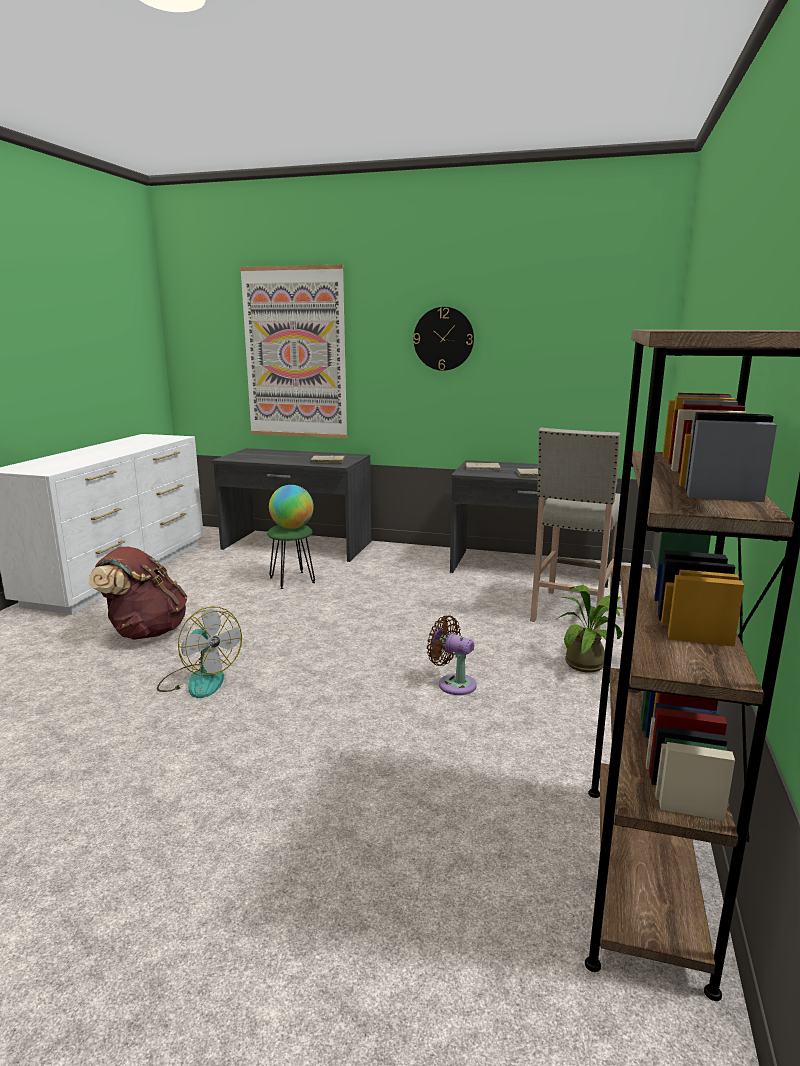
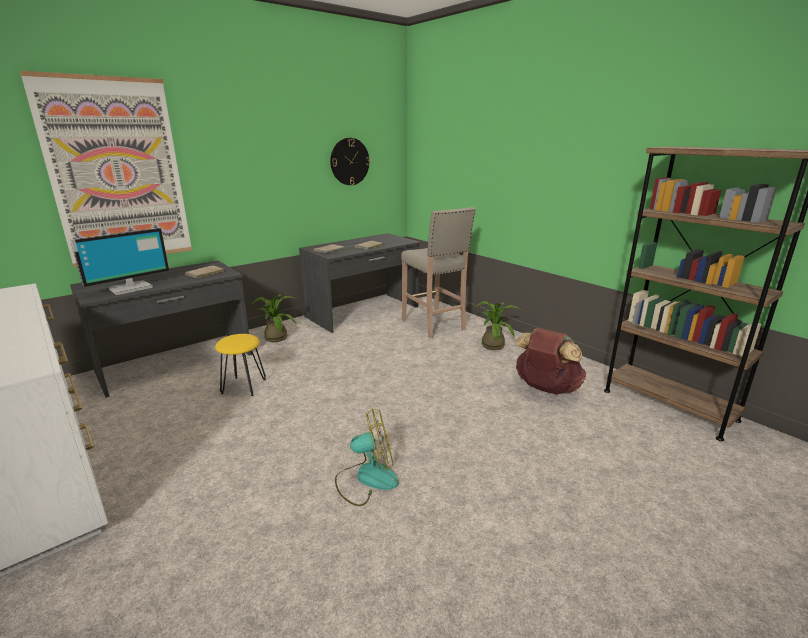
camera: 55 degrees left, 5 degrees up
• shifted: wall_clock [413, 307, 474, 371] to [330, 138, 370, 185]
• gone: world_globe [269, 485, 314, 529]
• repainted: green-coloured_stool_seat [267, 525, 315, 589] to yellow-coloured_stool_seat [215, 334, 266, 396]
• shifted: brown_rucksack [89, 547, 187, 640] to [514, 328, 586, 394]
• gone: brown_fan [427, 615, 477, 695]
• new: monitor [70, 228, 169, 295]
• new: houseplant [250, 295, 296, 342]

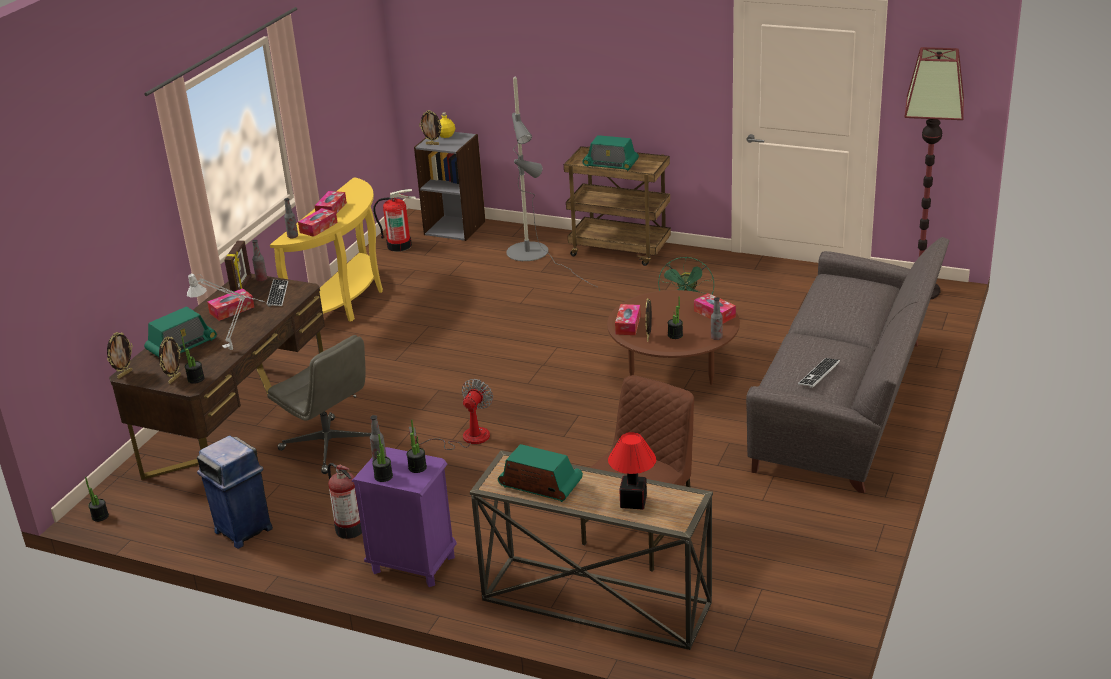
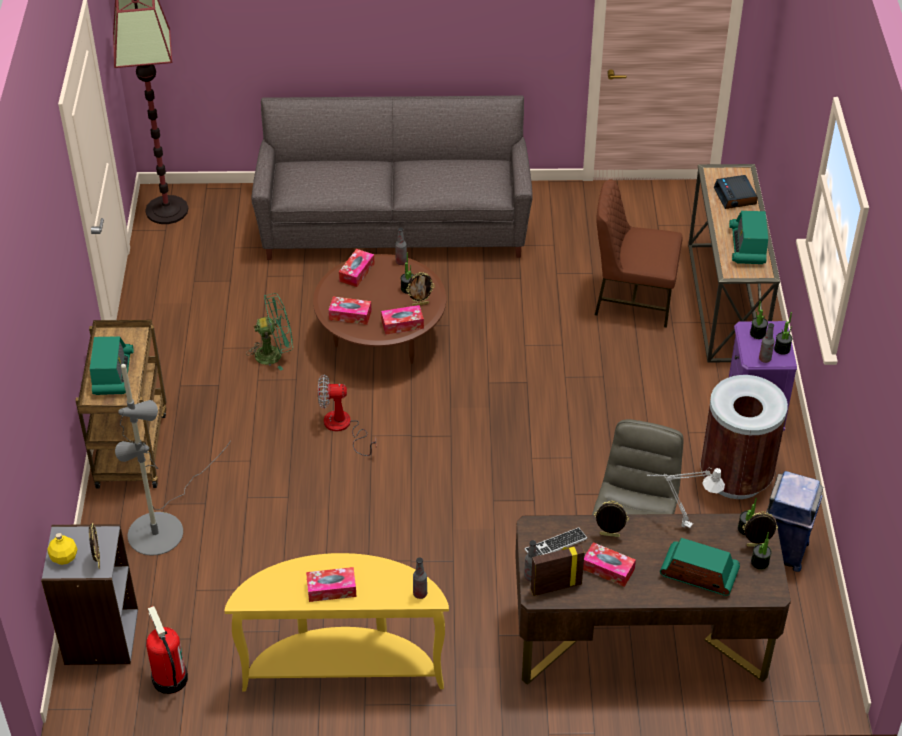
camera: 115 degrees left, 15 degrees up
• shifted: tissue_holder [298, 208, 338, 237] to [328, 297, 372, 325]
• shifted: photo_frame [107, 332, 133, 379] to [594, 500, 629, 537]
• gone: keyboard [798, 358, 840, 388]
• shifted: fan [409, 379, 493, 450] to [318, 375, 376, 456]
• swapped: table_lamp [608, 432, 656, 510] to alarm_clock [714, 175, 758, 209]
• swapped: extinguisher [328, 463, 362, 539] to brown_trash_can [700, 375, 788, 499]
• shifted: houseplant [85, 476, 109, 522] to [751, 532, 772, 569]

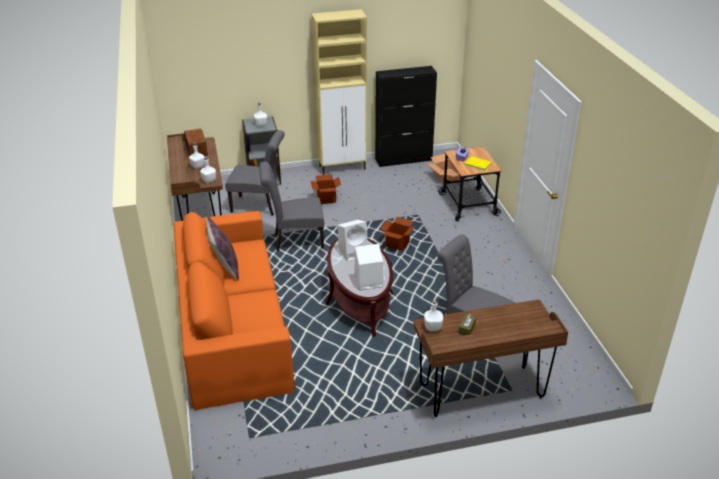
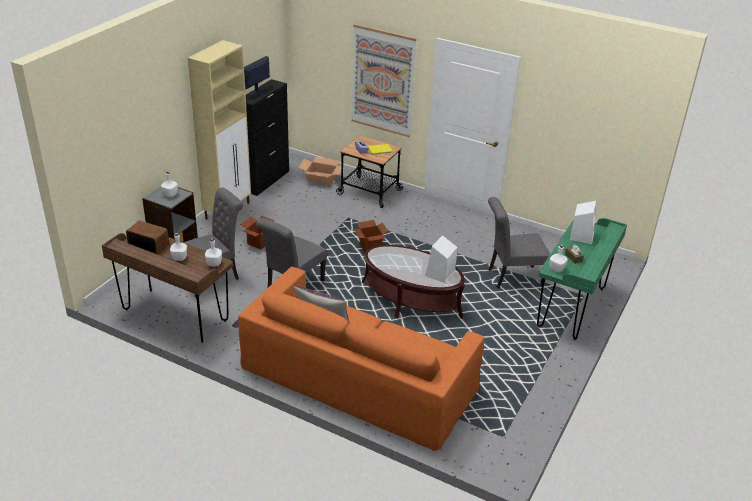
camera: 50 degrees left, 0 degrees up
• shifted: whitish_speaker [338, 220, 368, 261] to [570, 201, 596, 244]
• repainted: brown_desk_unit [413, 300, 568, 417] to green-coloured_desk_unit [537, 218, 627, 340]
• new: wall_picture [351, 24, 416, 137]
• new: monitor [244, 56, 270, 96]

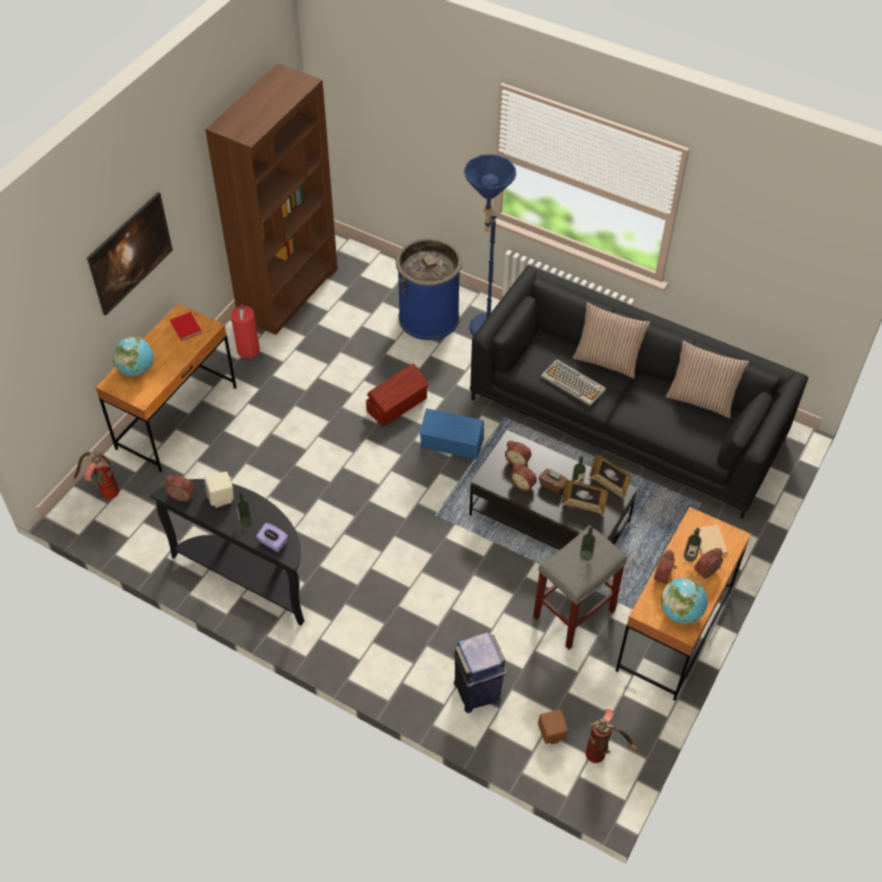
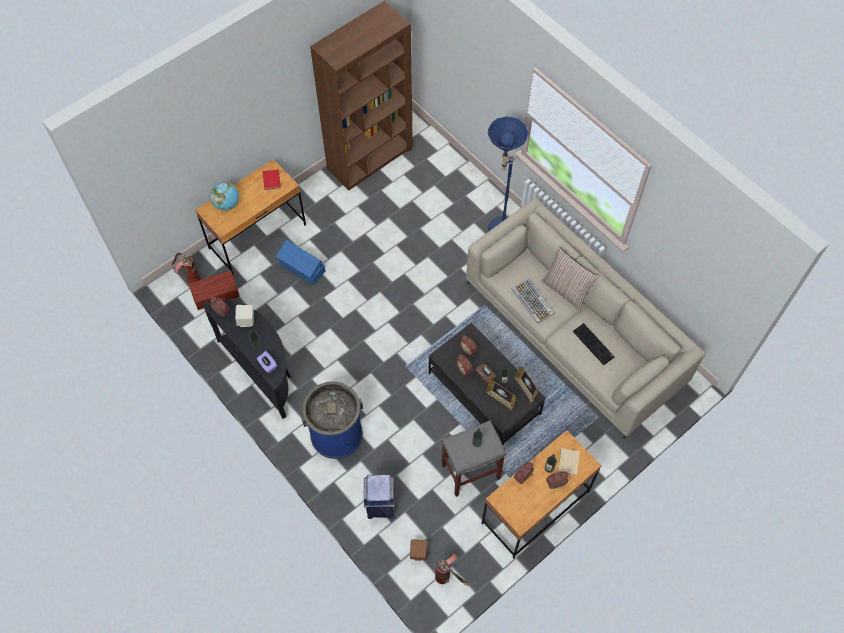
camera: 20 degrees right, 10 degrees up
• gone: wall_picture [87, 192, 173, 316]
• shifted: blue-coloured_trash_can [396, 238, 462, 340] to [301, 382, 363, 459]
• repainted: black_sofa [470, 265, 808, 519] to sand-coloured_sofa [465, 198, 706, 439]
• gone: extinguisher [231, 304, 260, 358]
• gone: throw_pillow [665, 341, 749, 418]
• shifted: brown_storage_container [366, 363, 429, 427] to [189, 270, 240, 310]
• shifted: blue-coloured_storage_container [420, 408, 484, 459] to [276, 240, 325, 285]
• gone: world_globe [661, 578, 708, 624]
• new: keyboard [573, 323, 615, 365]

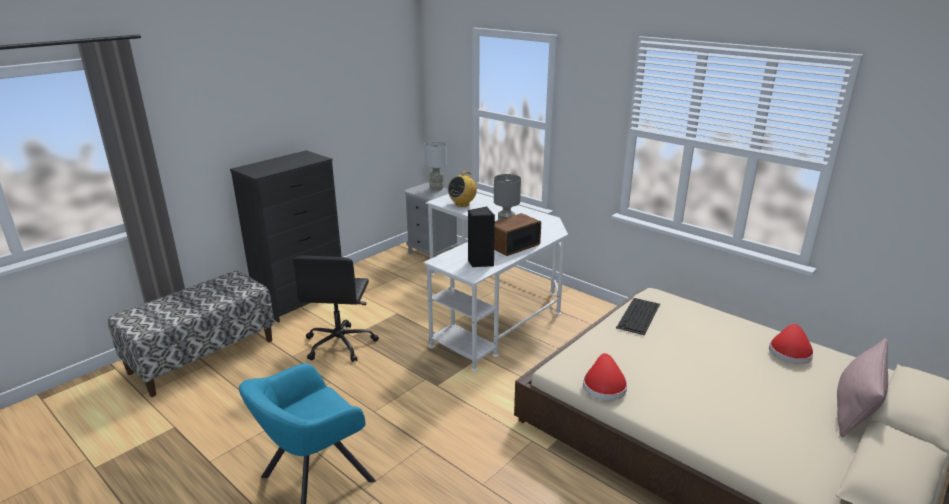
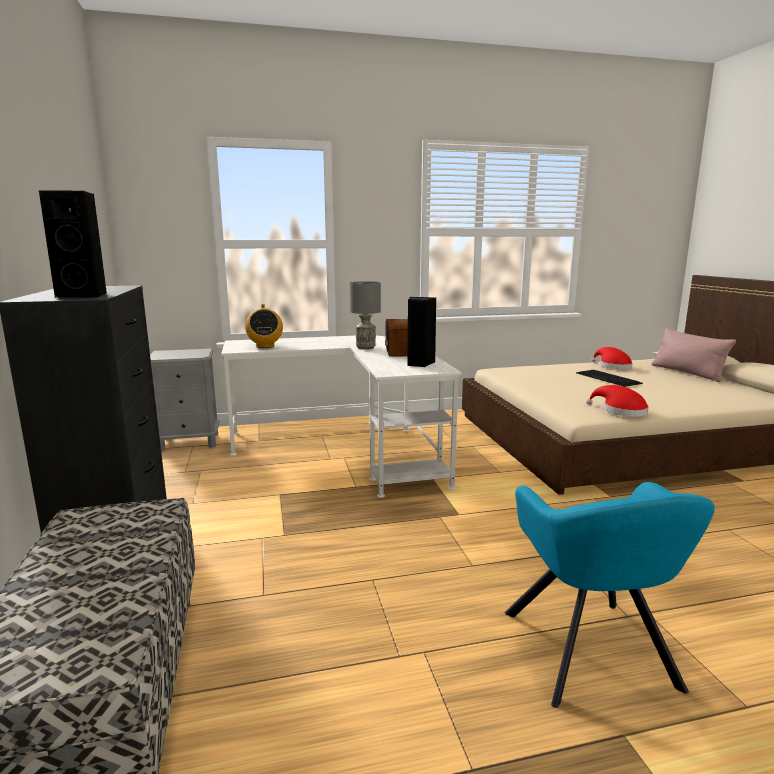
camera: 55 degrees left, 10 degrees down
• gone: gray_table_lamp [424, 141, 447, 191]
• gone: black_desk_chair [293, 256, 379, 362]
• shifted: keyboard [616, 298, 660, 335] to [576, 370, 643, 387]
• new: black_speaker [39, 190, 107, 298]

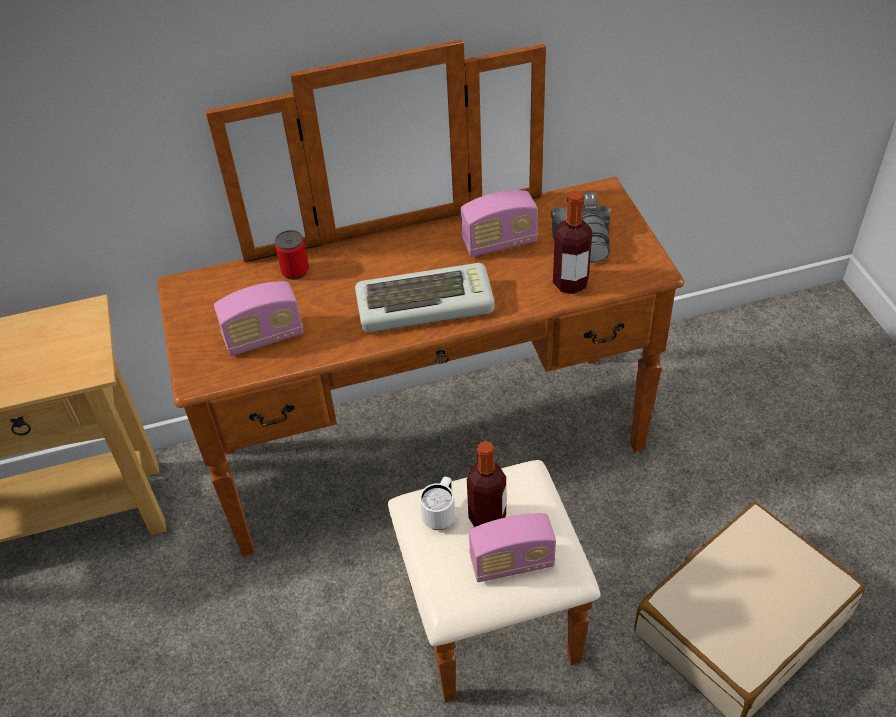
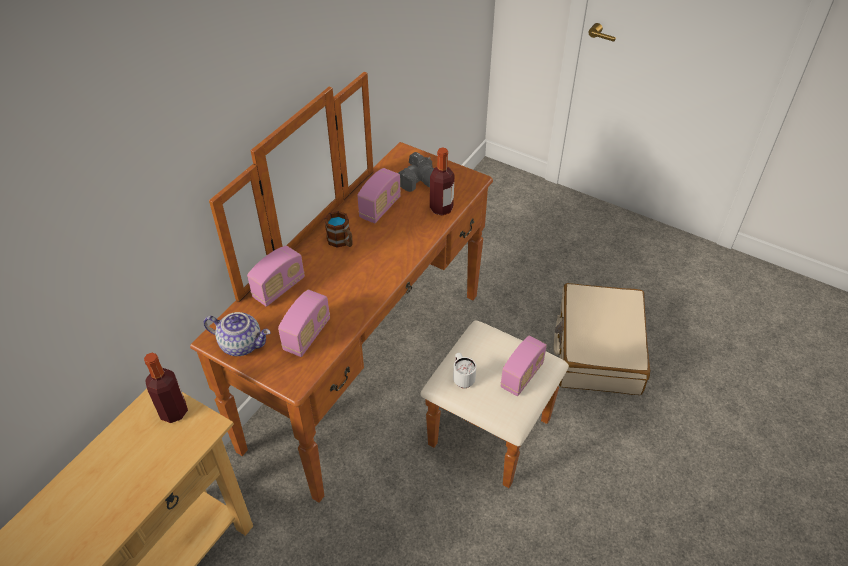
camera: 45 degrees left, 0 degrees up
• swapped: sealed_can [275, 230, 309, 280] to radio [247, 246, 305, 307]
• gone: keyboard [355, 263, 495, 333]
• shifted: bottle [467, 441, 506, 527] to [144, 353, 188, 423]
• new: coffee_mug [324, 211, 353, 248]
• new: teapot [203, 312, 271, 356]

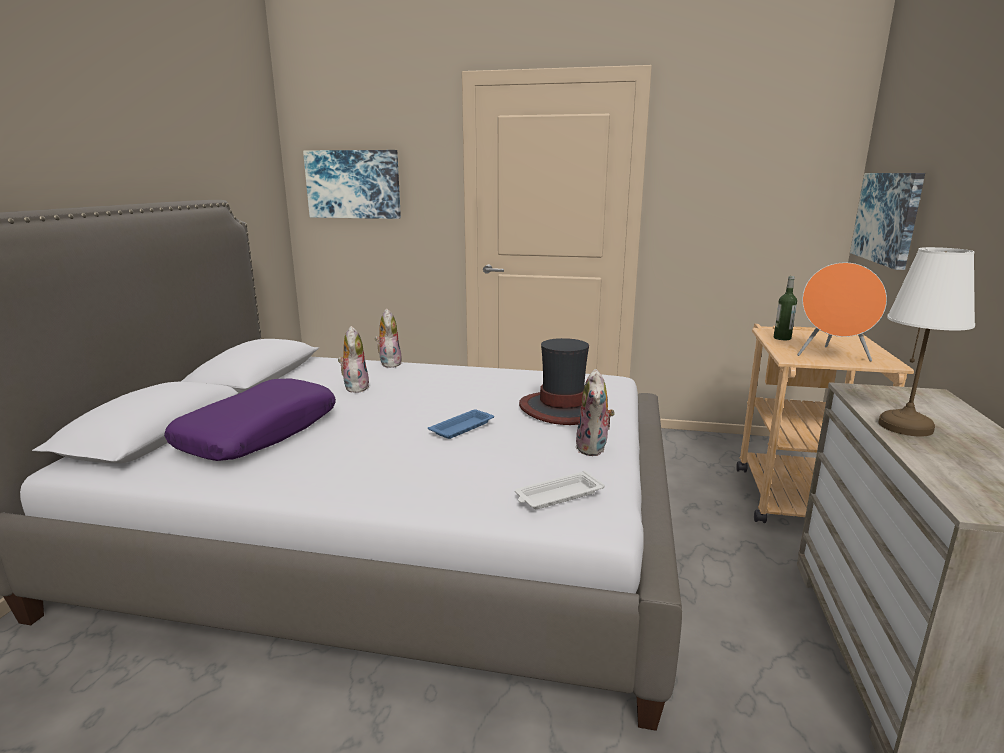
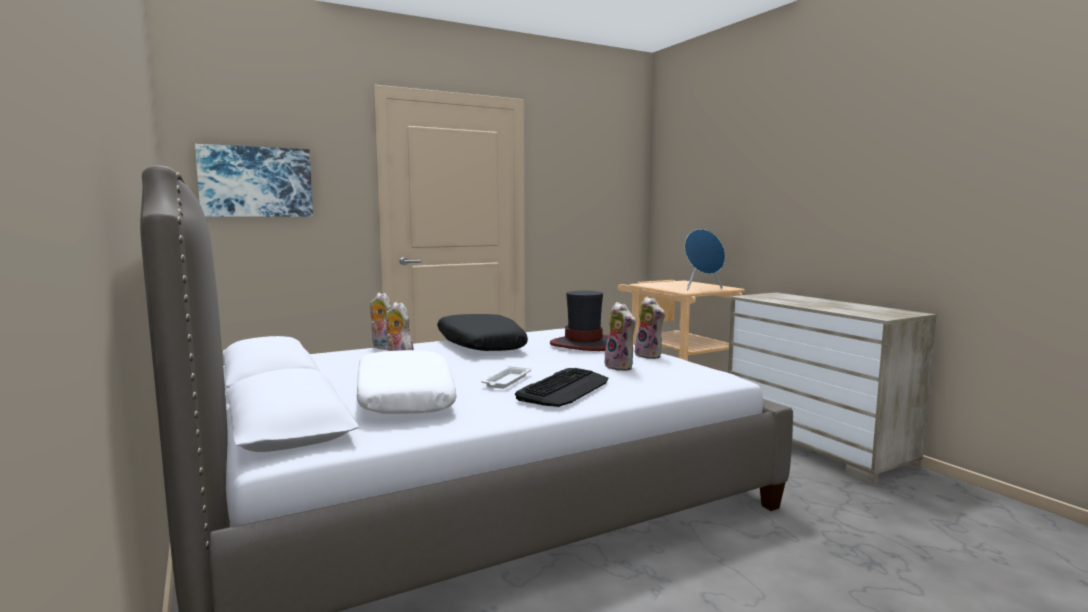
camera: 40 degrees left, 10 degrees down
• gone: wall_picture [850, 173, 925, 270]
• gone: whitish_table_lamp [878, 247, 975, 437]
• repainted: orangey_speaker [797, 263, 887, 361] to blue-coloured_speaker [685, 229, 725, 290]
• gone: bottle [774, 276, 797, 340]
• repainted: purple_throw_pillow [164, 378, 336, 461] to whitish_throw_pillow [356, 350, 457, 414]
• gone: blue-coloured_tray [428, 410, 494, 439]
• shifted: whitish_tray [515, 471, 605, 509] to [481, 366, 531, 389]
• new: plush_toy [602, 302, 636, 371]
• new: black_throw_pillow [437, 314, 528, 351]
• new: keyboard [515, 368, 608, 407]

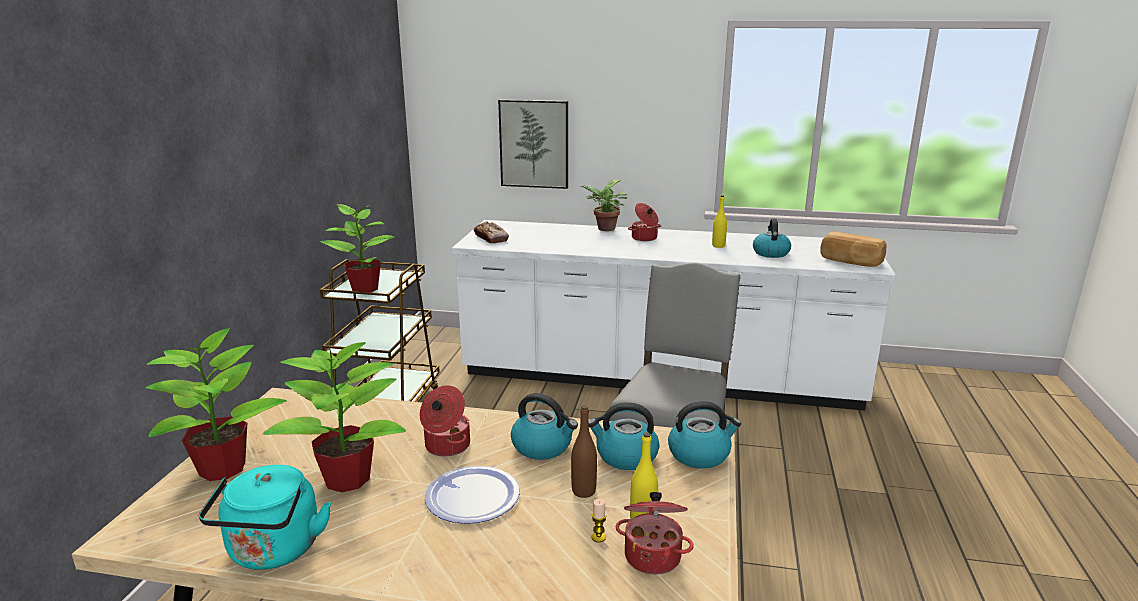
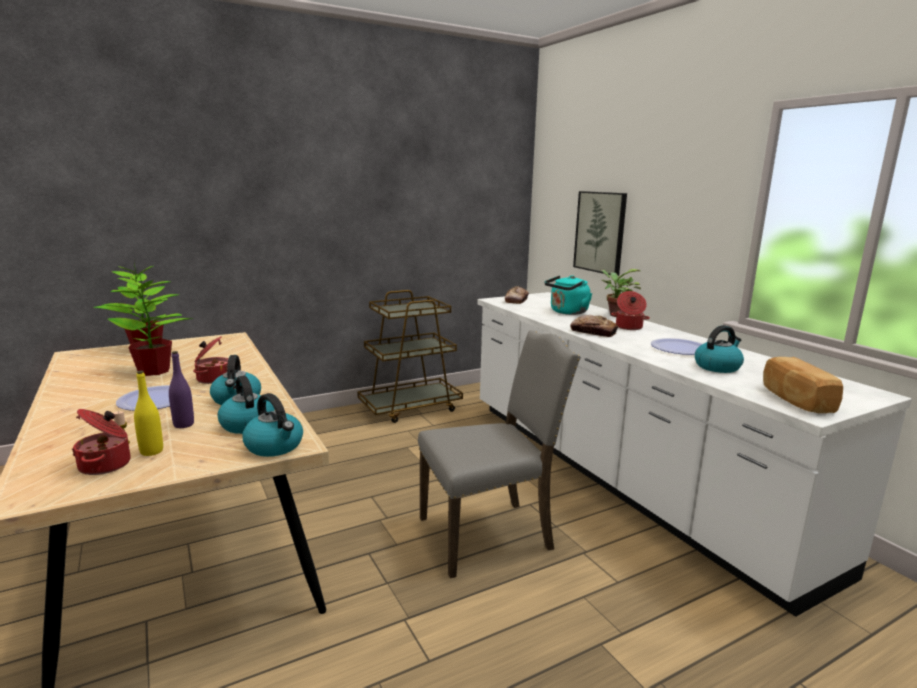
camera: 50 degrees right, 5 degrees down
• swapped: yellow-coloured_bottle [712, 195, 727, 248] to plate [651, 338, 702, 355]
• gone: houseplant [320, 197, 394, 292]
• repainted: brown_bottle [571, 405, 597, 498] to purple_bottle [169, 351, 194, 428]
• shifted: turquoise_kettle [199, 465, 331, 570] to [545, 275, 593, 315]
• new: bread [570, 315, 618, 337]

